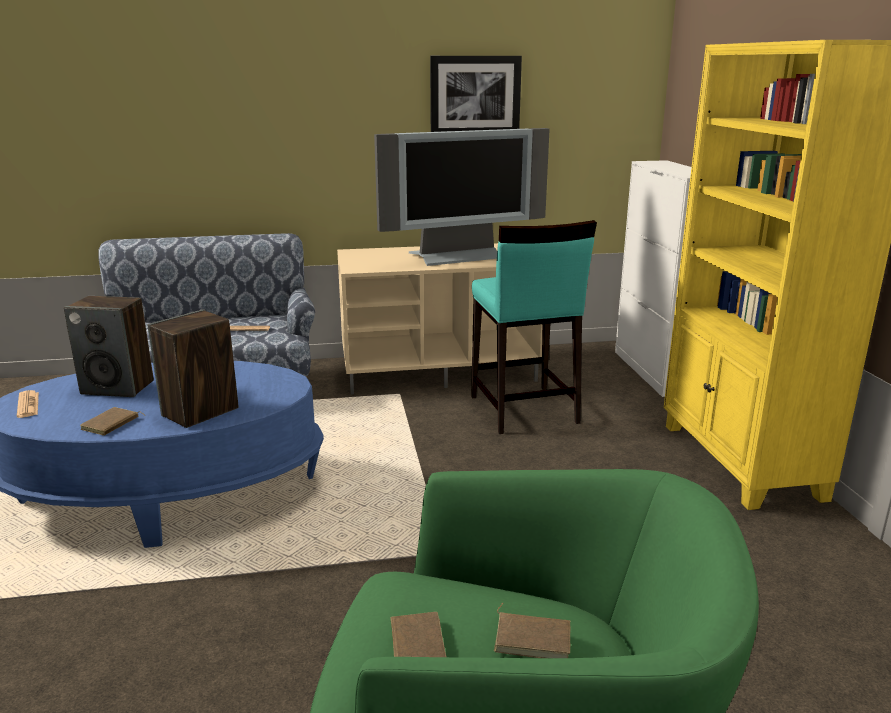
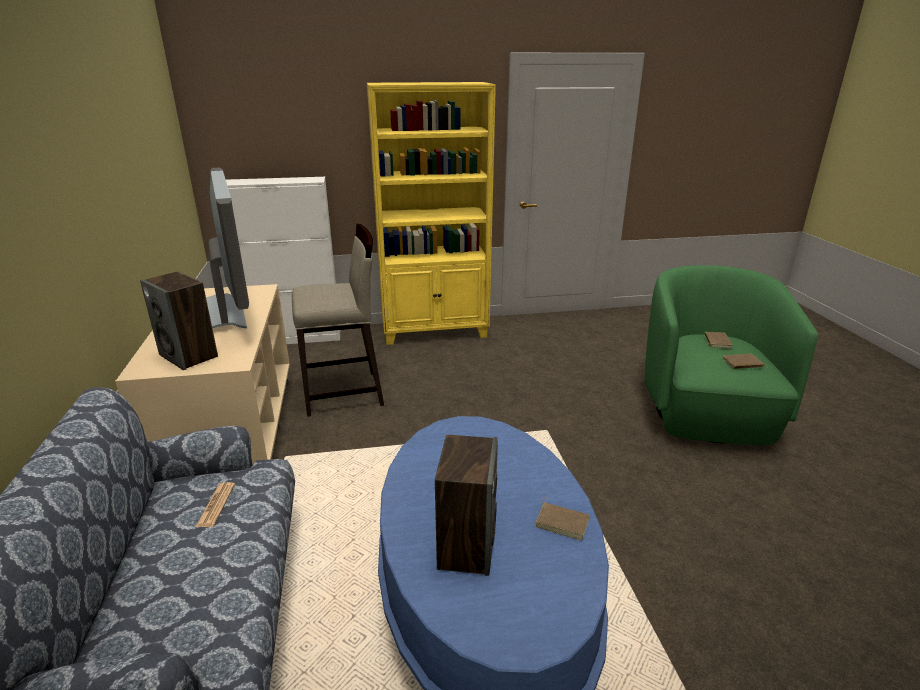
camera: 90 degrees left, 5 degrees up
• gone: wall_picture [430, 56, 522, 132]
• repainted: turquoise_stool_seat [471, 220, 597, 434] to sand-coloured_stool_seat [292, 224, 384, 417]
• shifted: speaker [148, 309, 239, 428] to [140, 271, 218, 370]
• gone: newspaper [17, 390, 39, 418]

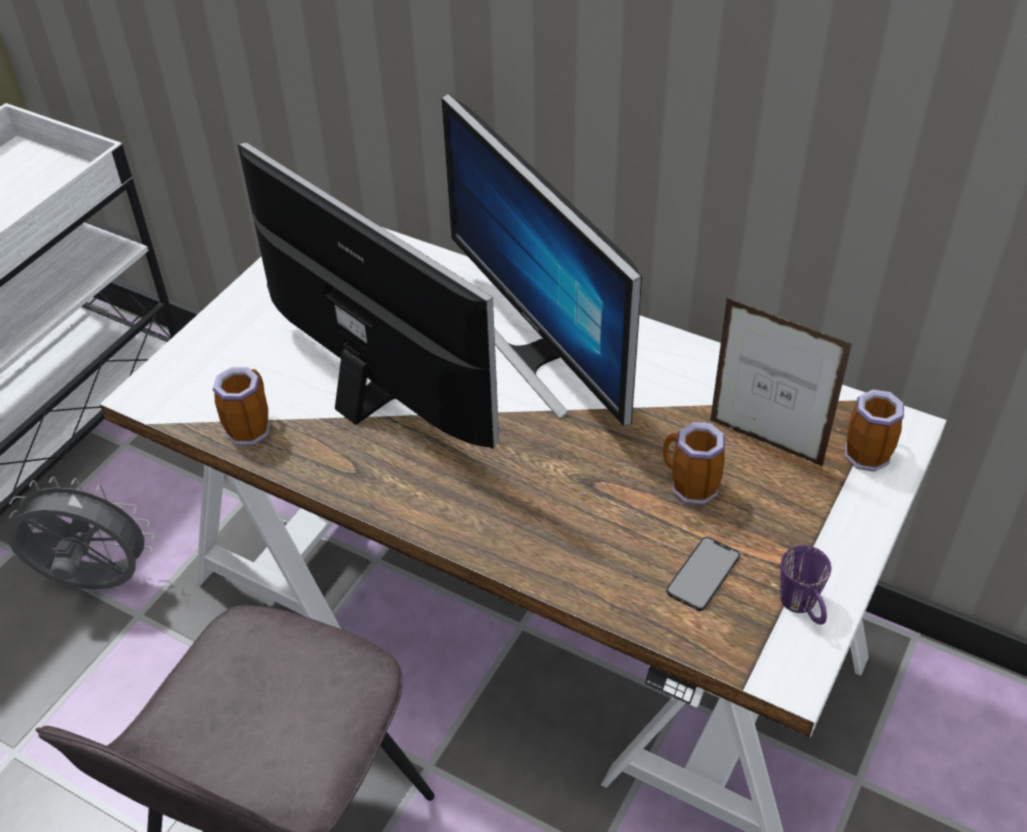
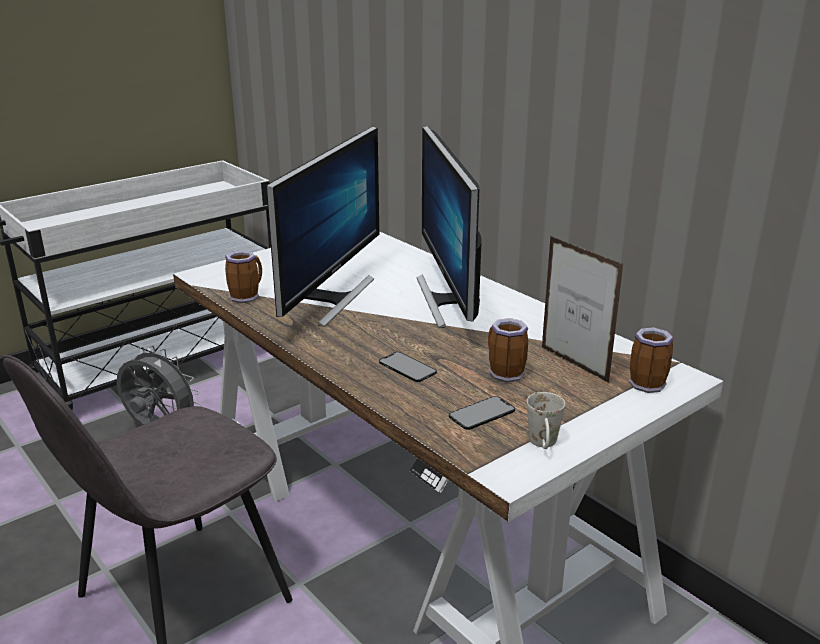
camera: 20 degrees right, 20 degrees down
• rotated: monitor [238, 142, 499, 449] = [266, 126, 379, 327] 45 degrees clockwise
• repainted: purple_coffee_mug [780, 545, 831, 624] to whitish_coffee_mug [527, 392, 565, 449]
• new: handset [379, 352, 437, 382]

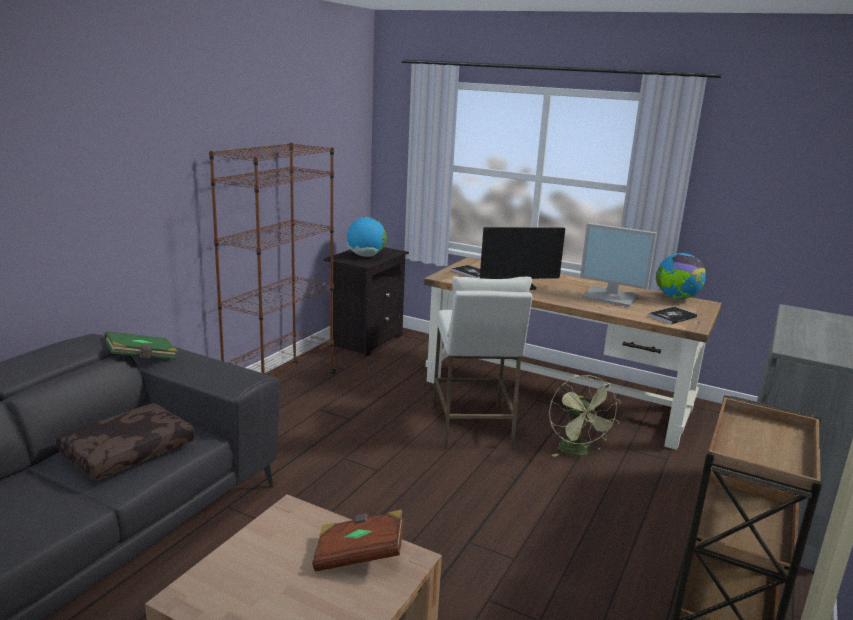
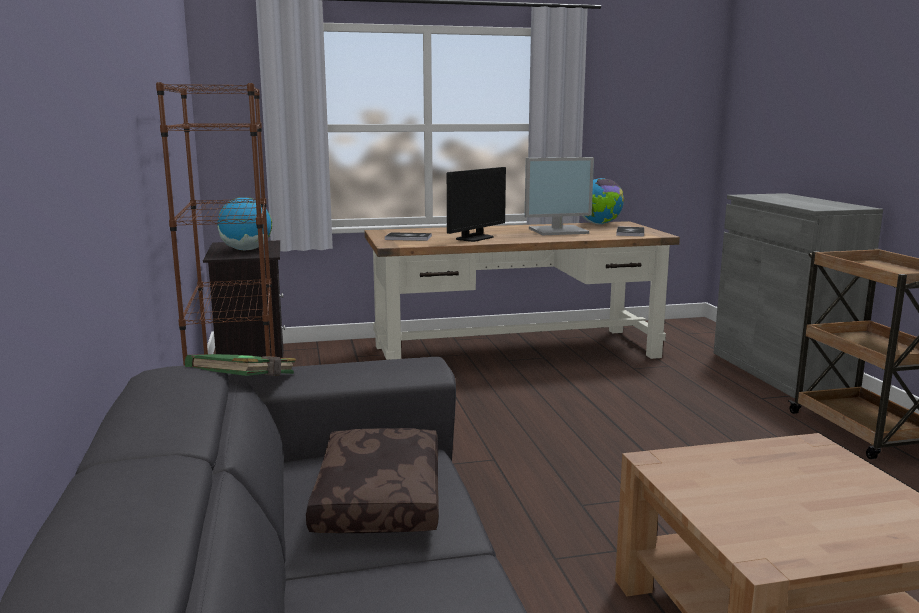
camera: 40 degrees left, 5 degrees down
• gone: whitish_stool_seat [433, 276, 532, 449]
• gone: green-coloured_fan [549, 375, 621, 457]
• gone: brown_book [312, 510, 404, 571]

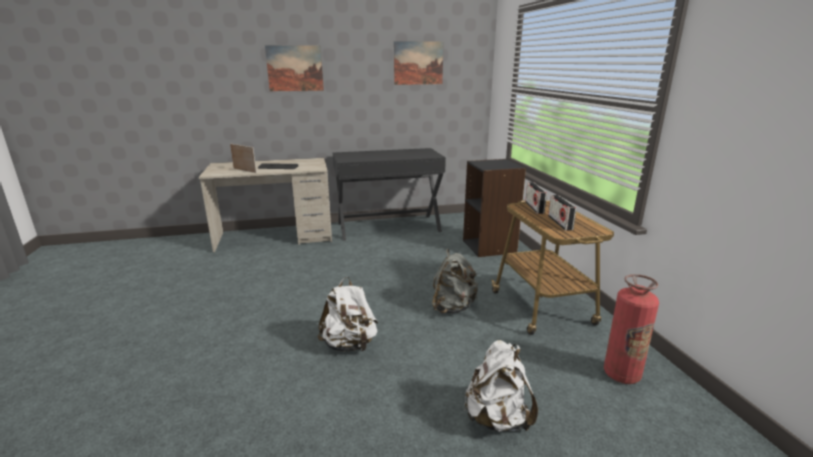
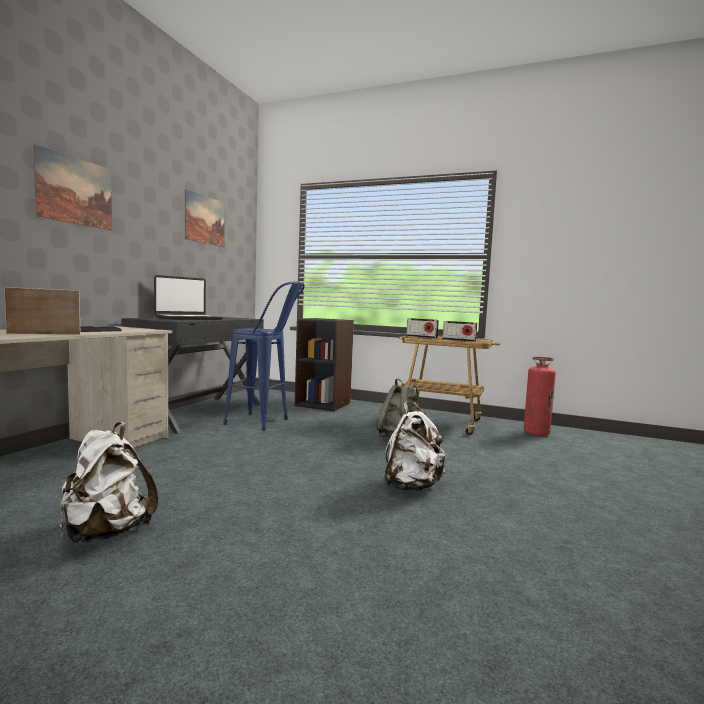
camera: 55 degrees left, 15 degrees down
• shifted: whitish_rucksack [464, 340, 538, 432] to [60, 422, 158, 543]
• new: portable_computer [154, 275, 223, 320]
• new: blue-coloured_stool_seat [223, 281, 305, 430]

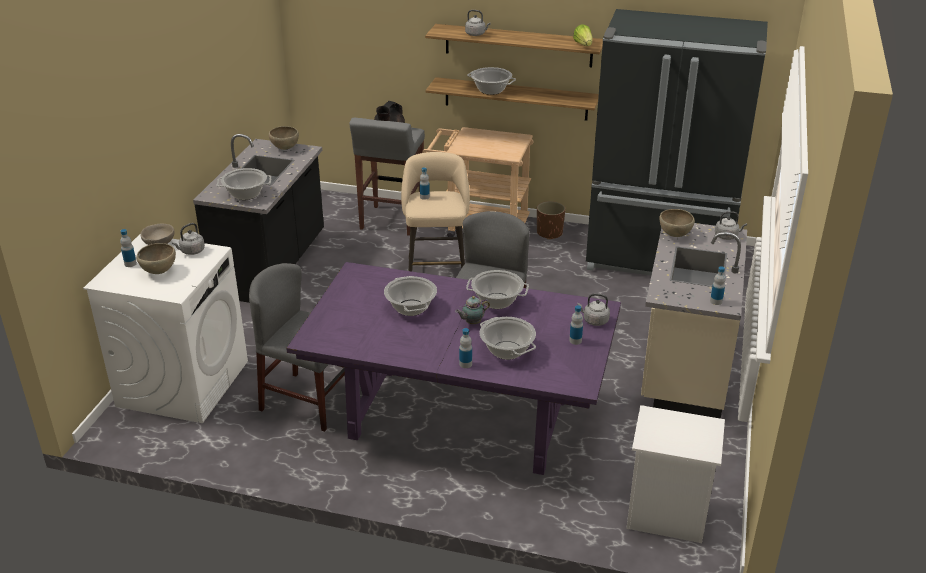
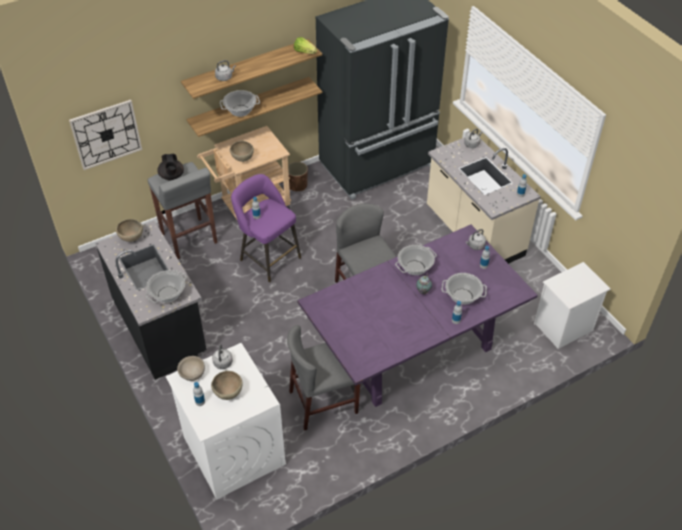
camera: 45 degrees left, 15 degrees up
• repainted: sand-coloured_stool_seat [401, 152, 470, 271] to purple_stool_seat [231, 174, 301, 282]
• shifted: brown_deep_dish [659, 209, 695, 237] to [230, 141, 254, 162]
• gone: stockpot [384, 276, 437, 316]
• new: wall_clock [69, 100, 142, 170]

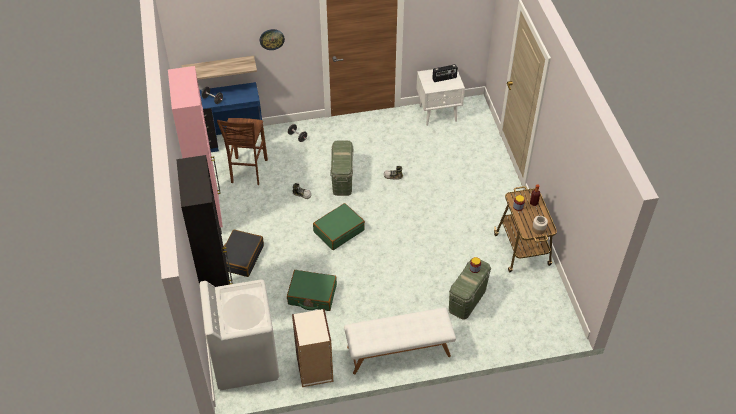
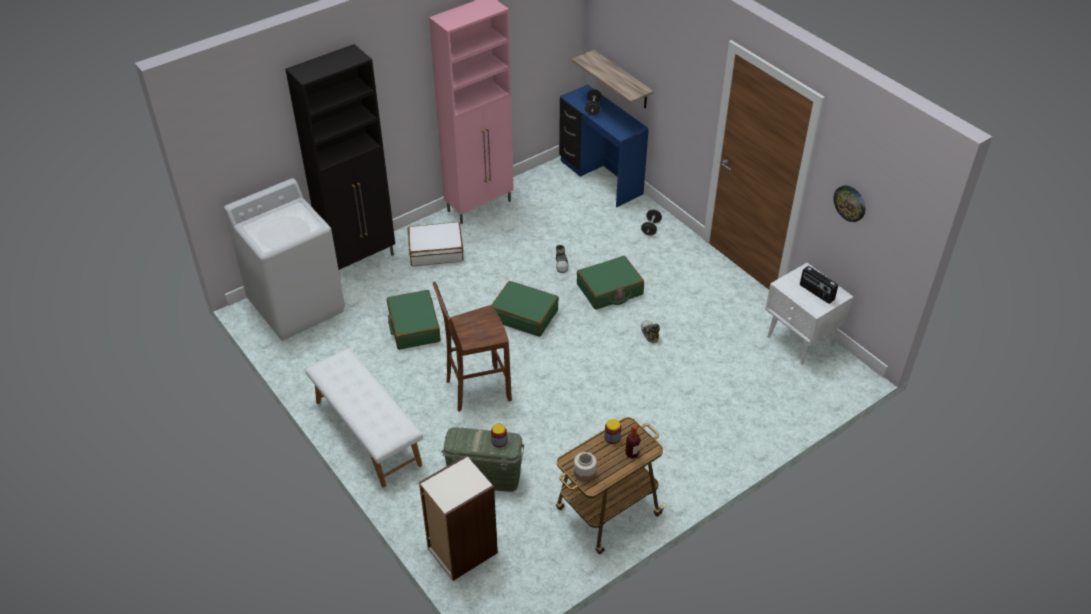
camera: 65 degrees right, 5 degrees down
• shifted: wall_clock [260, 29, 285, 50] to [833, 185, 865, 222]
• shifted: brown_stool_seat [217, 118, 268, 185] to [433, 282, 512, 412]
• swapped: green-coloured_storage_container [330, 140, 354, 196] to green-coloured_travel_case [577, 256, 644, 310]
• repainted: black_travel_case [224, 230, 264, 277] to whitish_travel_case [408, 222, 464, 266]
• shifted: shelving_unit [292, 309, 333, 387] to [419, 455, 498, 581]

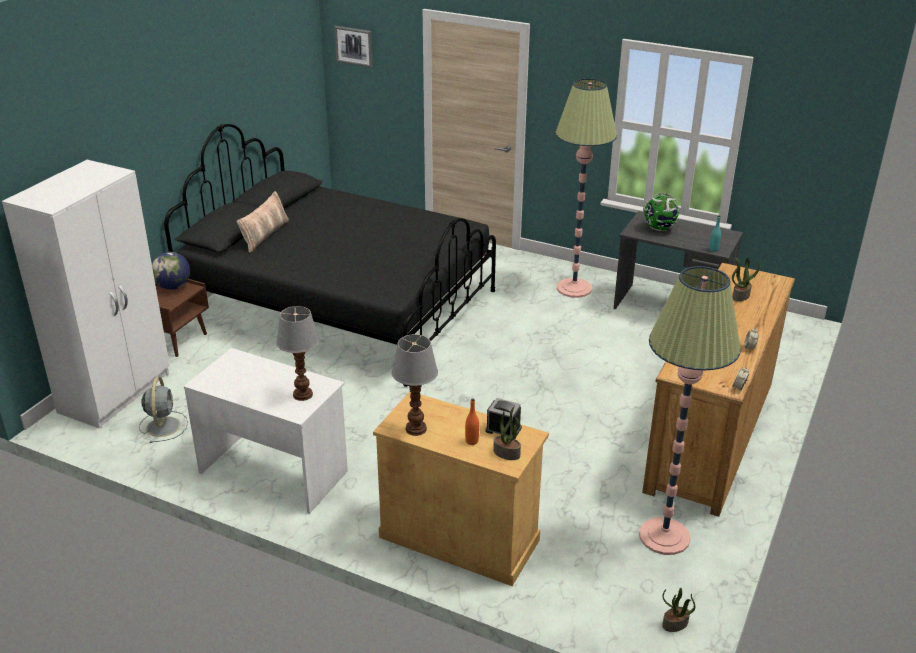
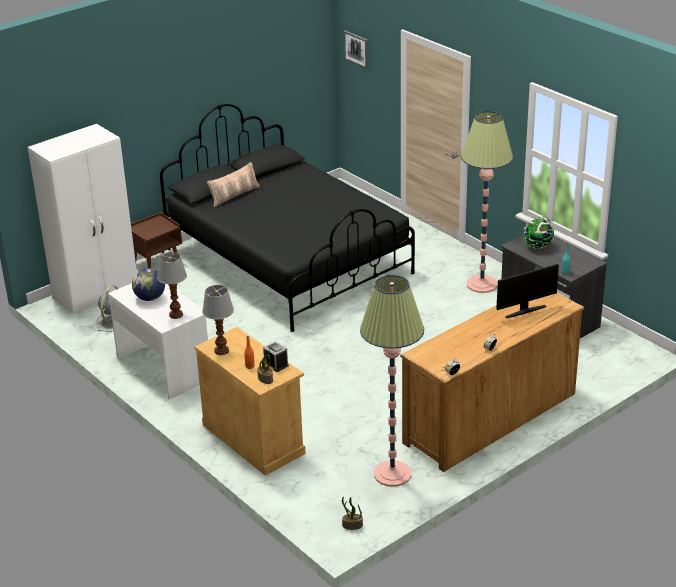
camera: 25 degrees right, 0 degrees up
• shifted: world_globe [152, 252, 190, 290] to [132, 268, 165, 301]
• swapped: houseplant [732, 258, 759, 301] to monitor [496, 264, 559, 318]

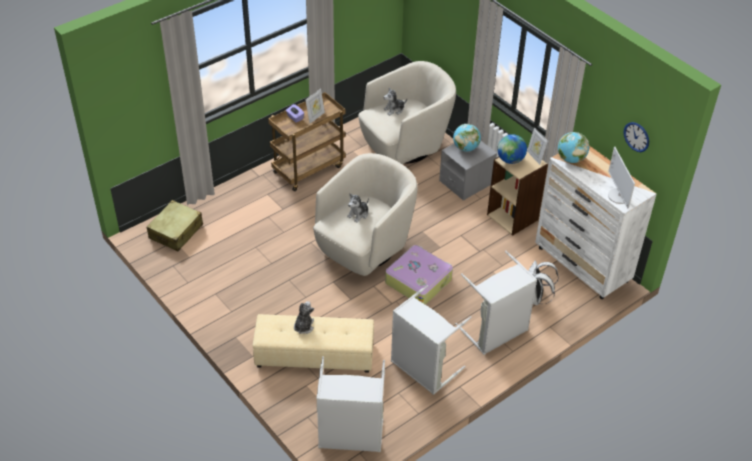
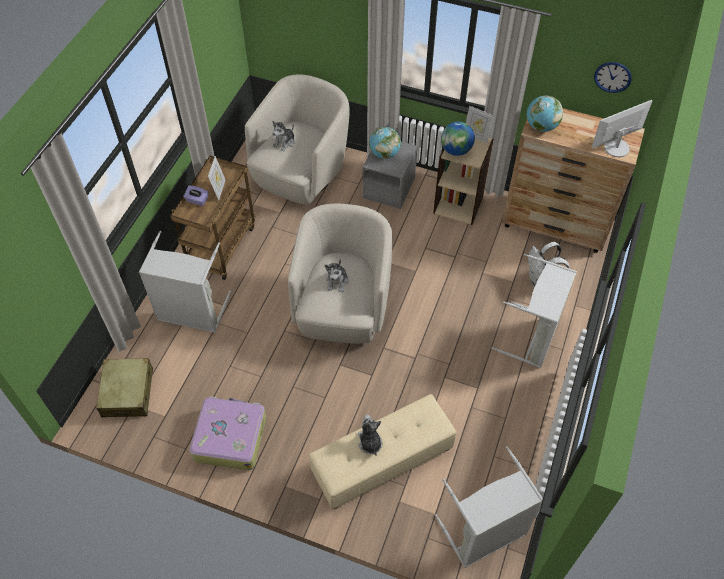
camera: 30 degrees left, 10 degrees up
• repainted: whitish_chest_of_drawers [535, 146, 656, 299] to brown_chest_of_drawers [502, 108, 645, 253]
• rotated: monitor [608, 147, 635, 208] = [592, 100, 653, 157] 105 degrees clockwise
• shifted: travel_case [385, 245, 453, 305] to [189, 396, 266, 470]
• shifted: gray_laundry_basket [391, 285, 472, 395] to [139, 231, 231, 333]

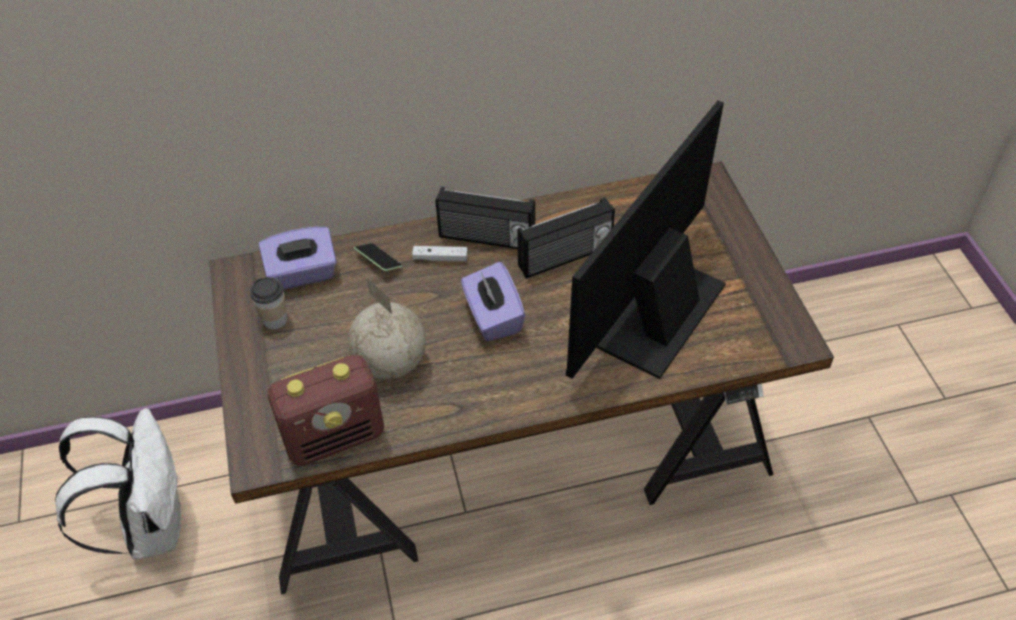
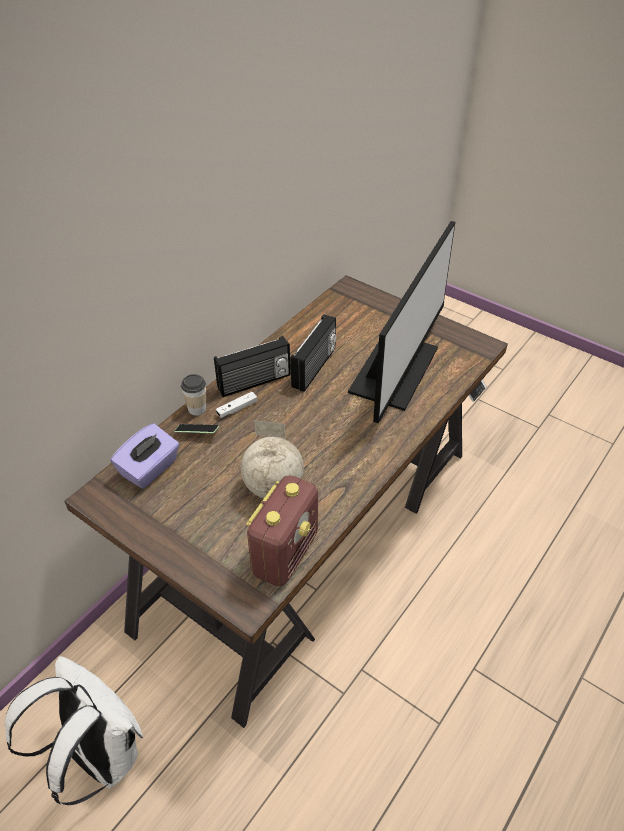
camera: 40 degrees left, 5 degrees down
• rotated: monitor [566, 100, 726, 379] = [348, 221, 455, 423] 150 degrees counterclockwise
• gone: purple_tissue_holder [461, 262, 525, 342]
• shifted: cup [250, 277, 288, 330] to [181, 374, 206, 416]

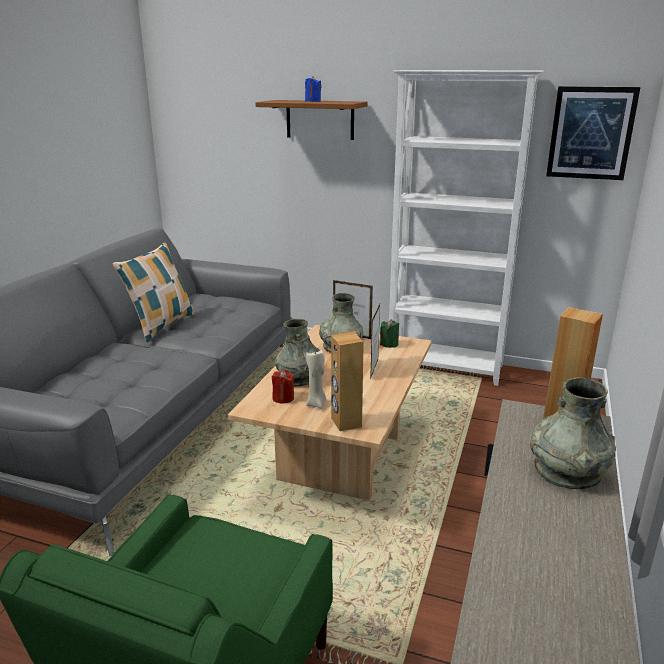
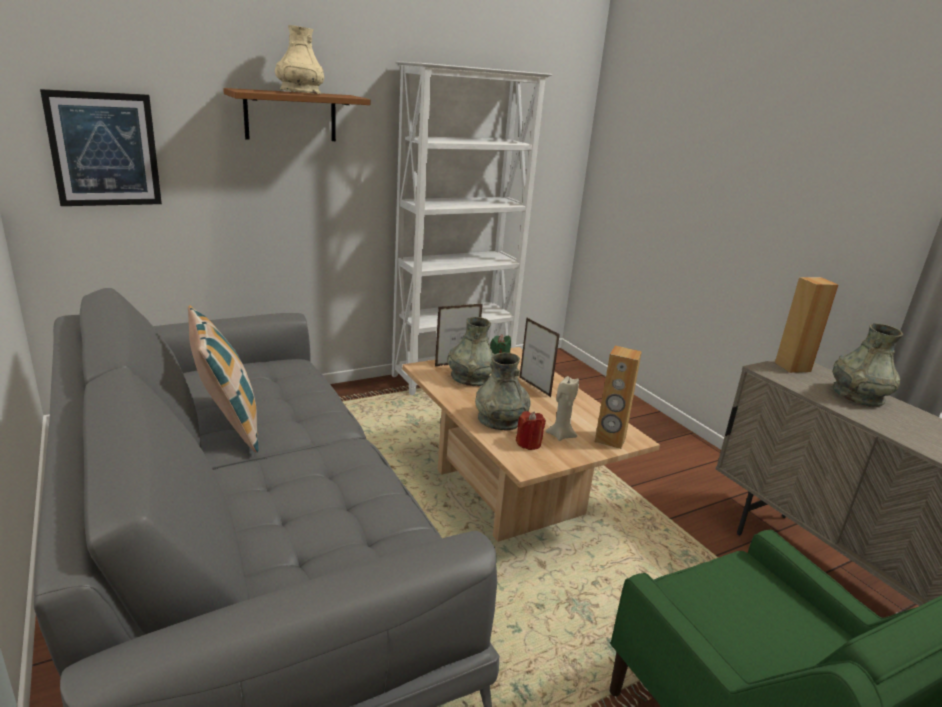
camera: 50 degrees left, 0 degrees up
• swapped: blue-coloured_candle [305, 76, 321, 102] to sand-coloured_decorative_vase [275, 25, 324, 94]
• shifted: wall_picture [546, 86, 640, 180] to [40, 89, 162, 206]

